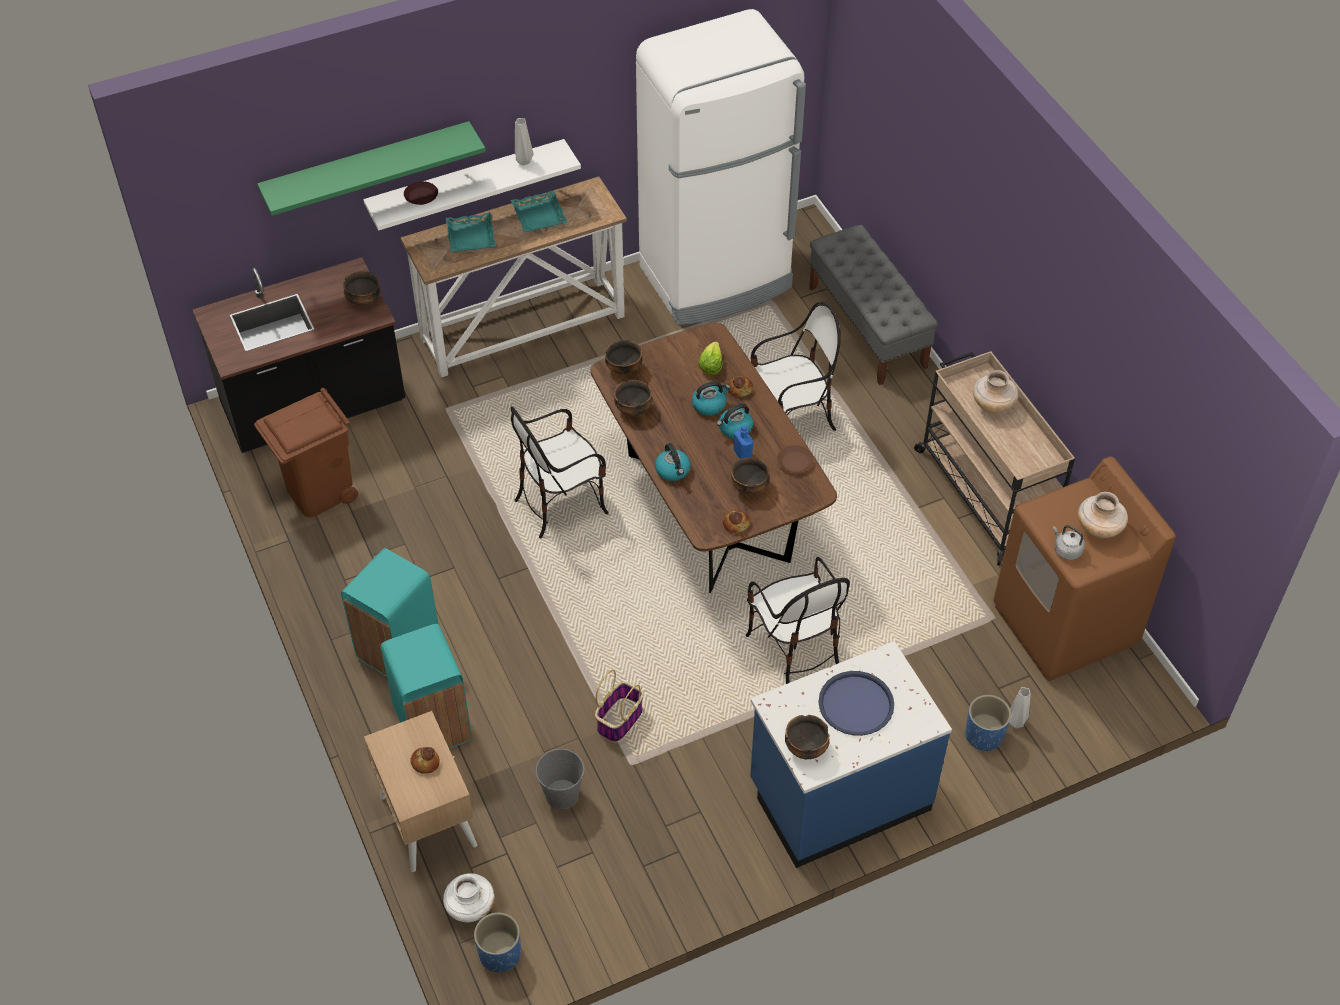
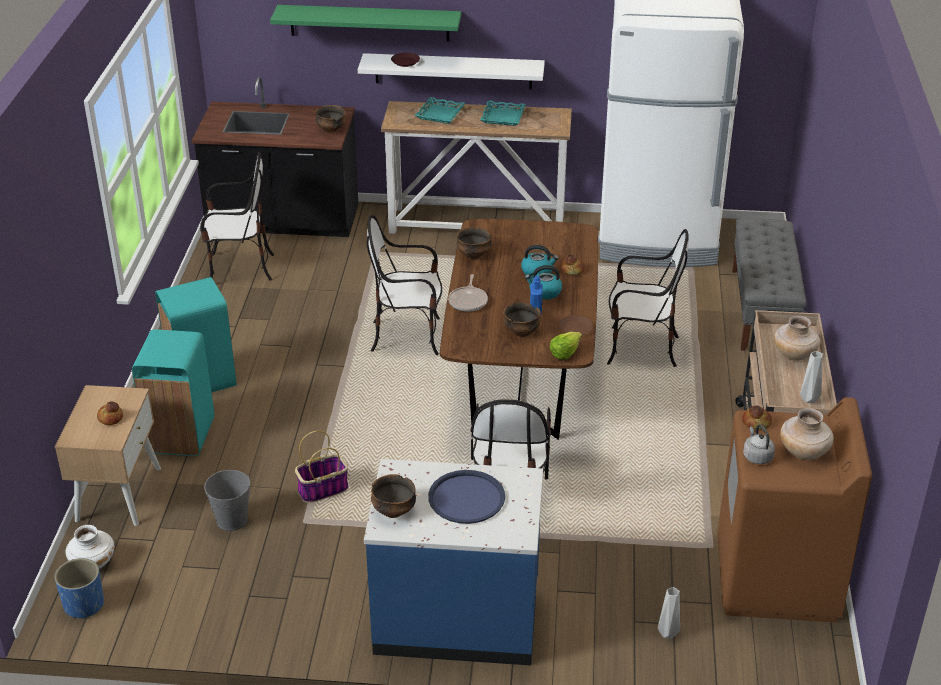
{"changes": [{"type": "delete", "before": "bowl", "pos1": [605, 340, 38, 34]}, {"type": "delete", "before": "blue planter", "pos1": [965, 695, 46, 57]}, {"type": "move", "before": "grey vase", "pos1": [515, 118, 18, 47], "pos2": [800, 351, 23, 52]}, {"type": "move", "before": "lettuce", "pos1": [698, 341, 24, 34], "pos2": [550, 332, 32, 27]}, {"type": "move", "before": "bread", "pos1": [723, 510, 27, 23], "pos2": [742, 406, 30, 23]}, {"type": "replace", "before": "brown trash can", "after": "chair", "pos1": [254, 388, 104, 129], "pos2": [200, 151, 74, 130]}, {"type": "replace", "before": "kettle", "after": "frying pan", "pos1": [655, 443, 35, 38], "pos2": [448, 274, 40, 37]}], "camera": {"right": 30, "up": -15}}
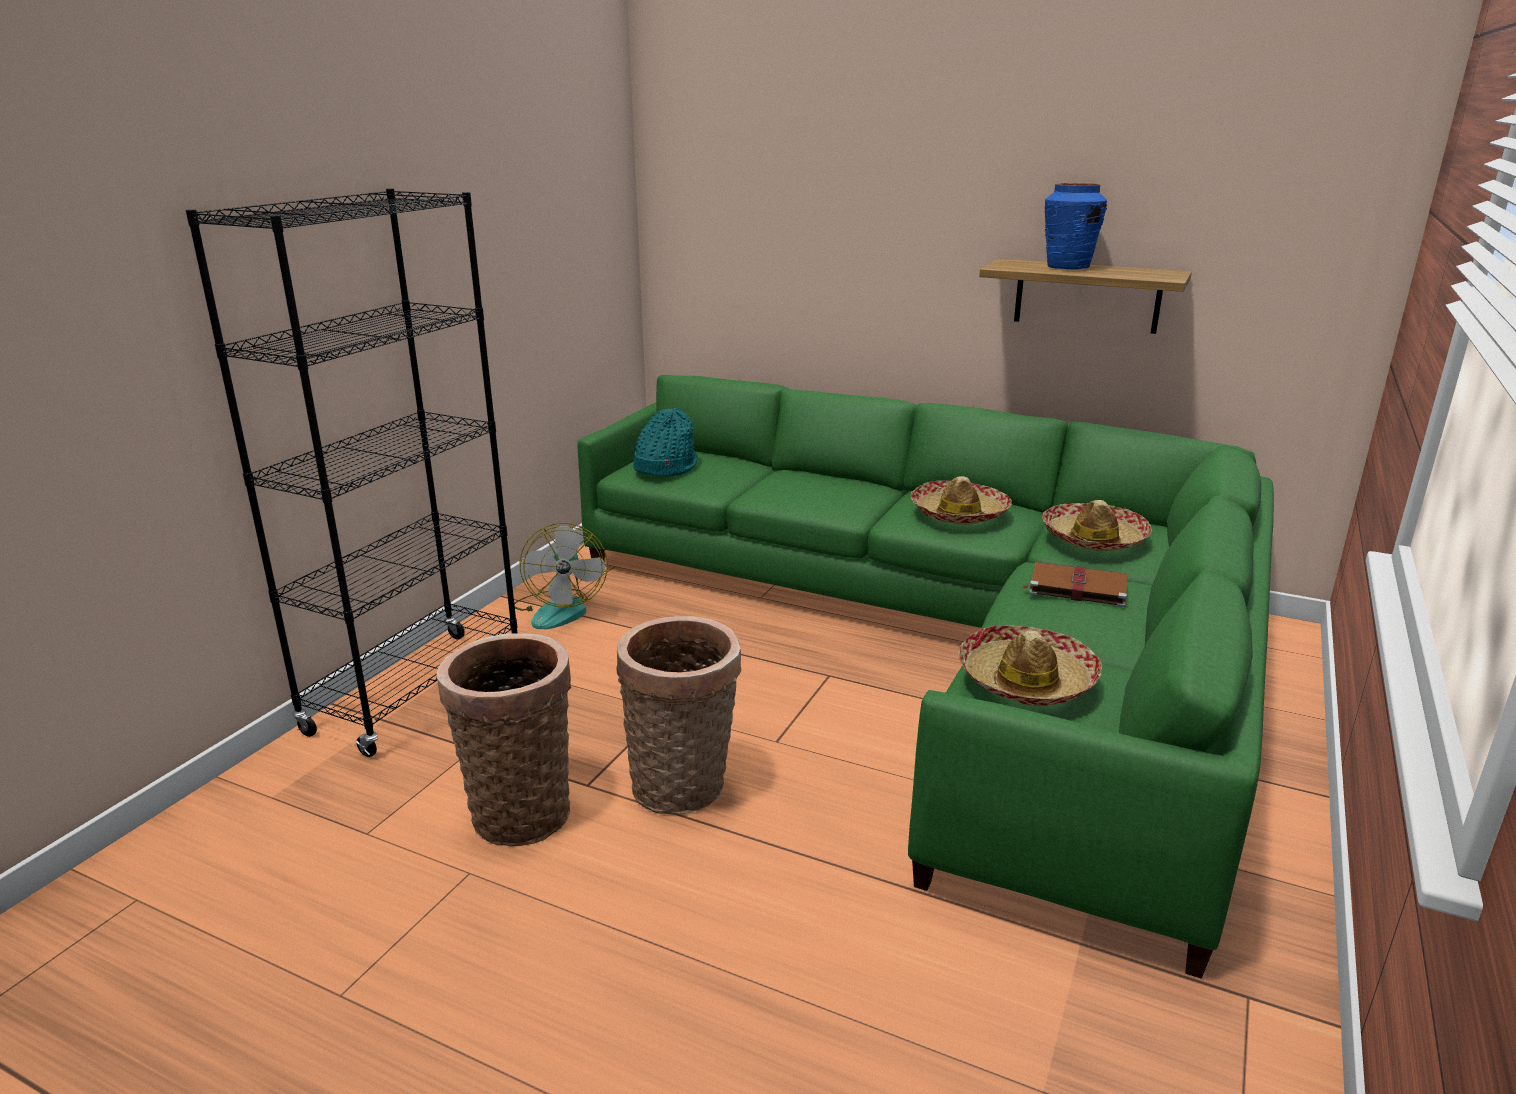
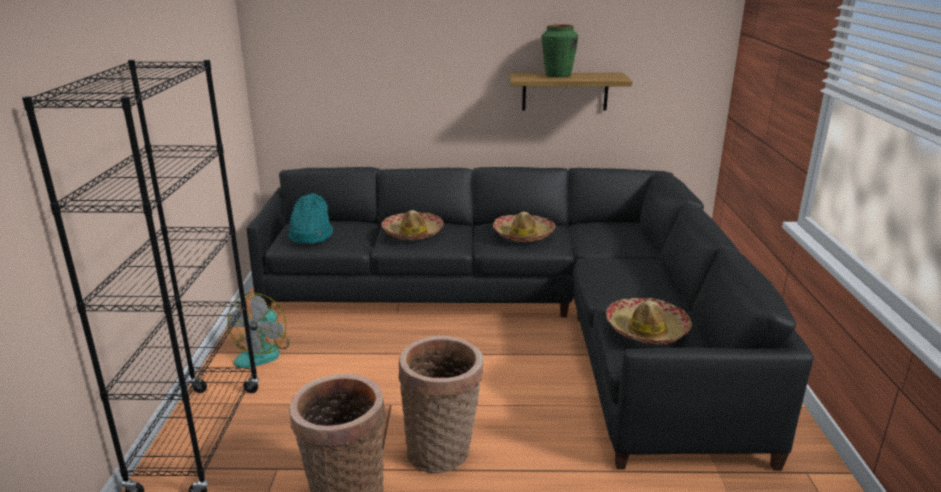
{"changes": [{"type": "delete", "before": "brown book", "pos1": [1022, 562, 105, 45]}, {"type": "move", "before": "hat", "pos1": [1042, 500, 110, 51], "pos2": [381, 210, 63, 30]}, {"type": "recolor", "before": "green sofa", "after": "black sofa", "pos1": [577, 375, 697, 604], "pos2": [246, 167, 567, 304]}, {"type": "recolor", "before": "blue vase", "after": "green vase", "pos1": [1045, 183, 62, 87], "pos2": [542, 24, 36, 53]}, {"type": "rotate", "before": "fan", "pos1": [514, 523, 94, 106], "pos2": [227, 293, 62, 75], "turn": 45}], "camera": {"right": -25, "up": 0}}
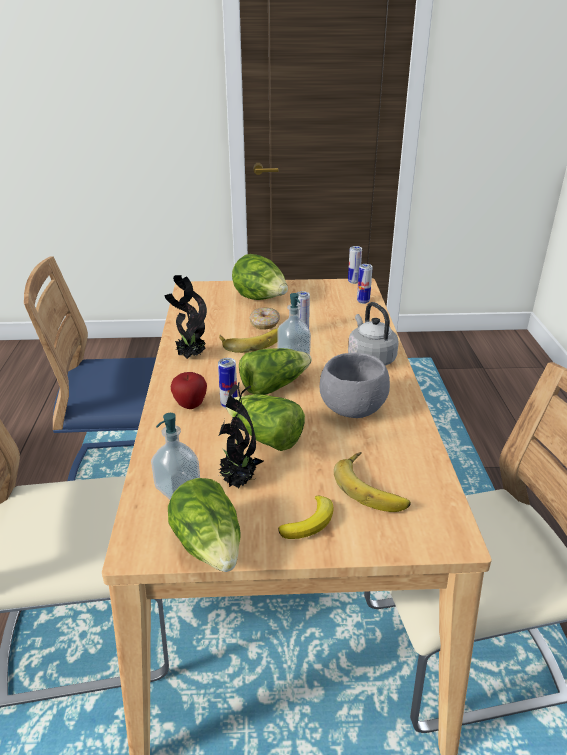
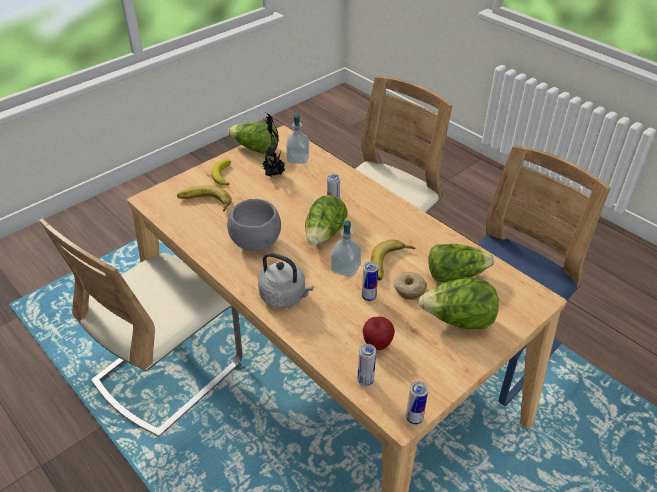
{"changes": [{"type": "delete", "before": "potted plant", "pos1": [164, 275, 43, 84]}, {"type": "move", "before": "apple", "pos1": [171, 372, 36, 37], "pos2": [362, 317, 33, 33]}, {"type": "move", "before": "lettuce", "pos1": [226, 394, 79, 57], "pos2": [428, 244, 67, 39]}], "camera": {"right": 140, "up": 10}}
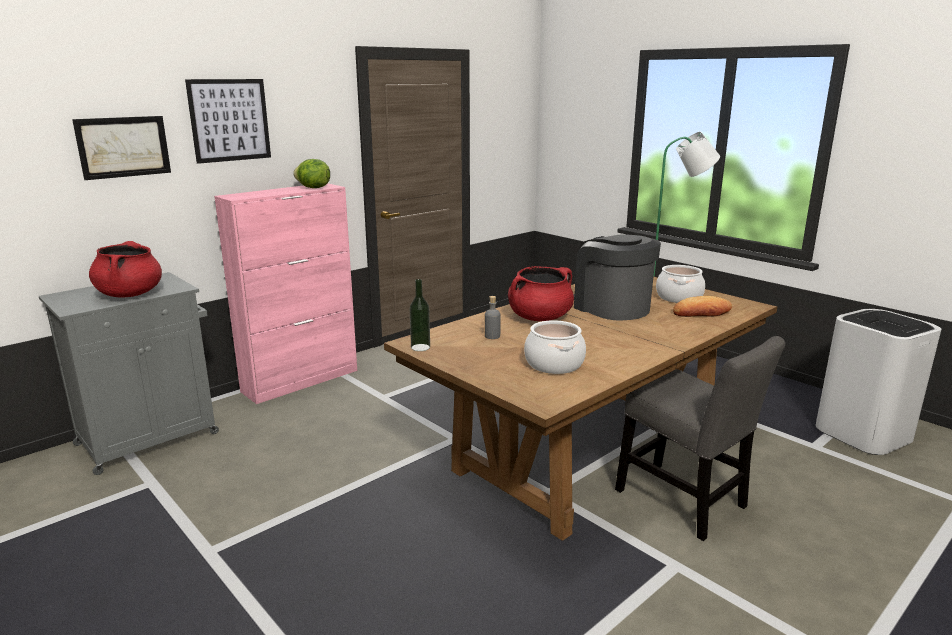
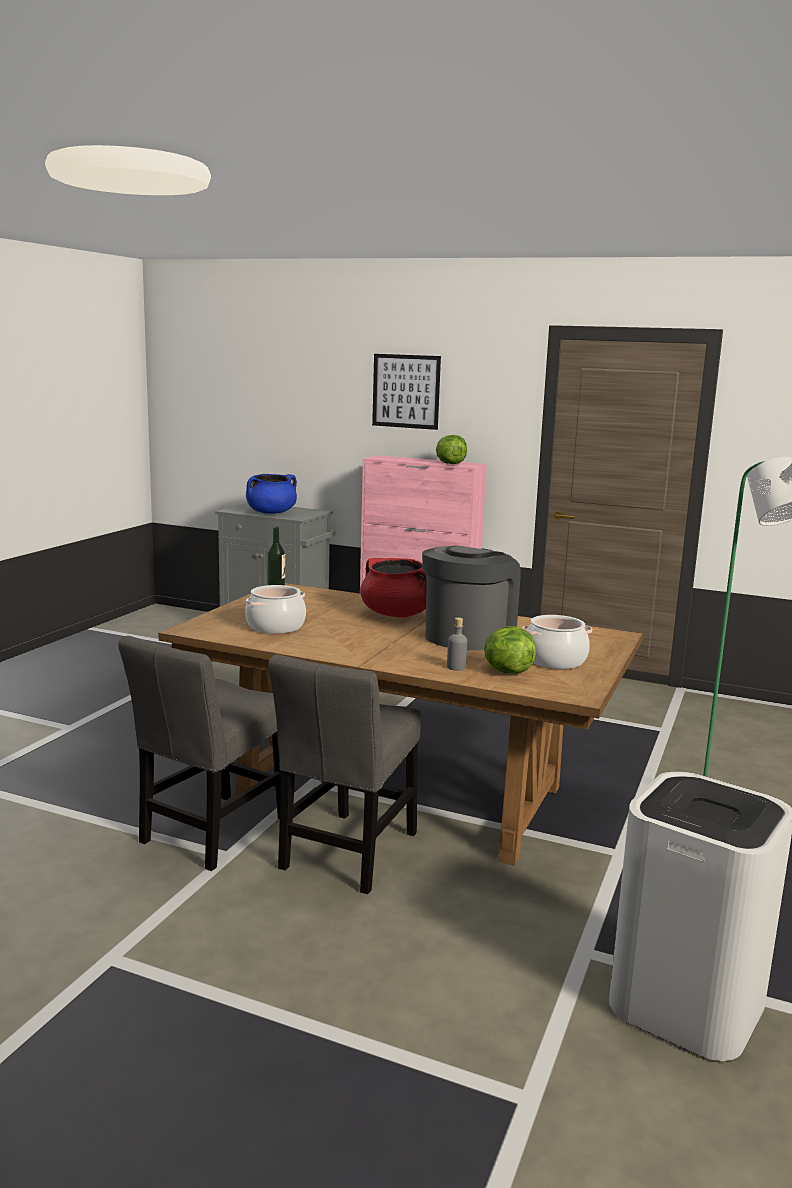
{"changes": [{"type": "delete", "before": "picture", "pos1": [72, 116, 99, 64]}, {"type": "insert", "after": "grey chair", "pos2": [118, 636, 163, 235]}, {"type": "move", "before": "grey bottle", "pos1": [485, 296, 16, 43], "pos2": [447, 618, 20, 53]}, {"type": "replace", "before": "bread", "after": "lettuce", "pos1": [673, 296, 59, 21], "pos2": [484, 626, 52, 47]}, {"type": "recolor", "before": "red cooking pot", "after": "blue cooking pot", "pos1": [89, 241, 73, 56], "pos2": [246, 474, 51, 40]}], "camera": {"right": 65, "up": -5}}
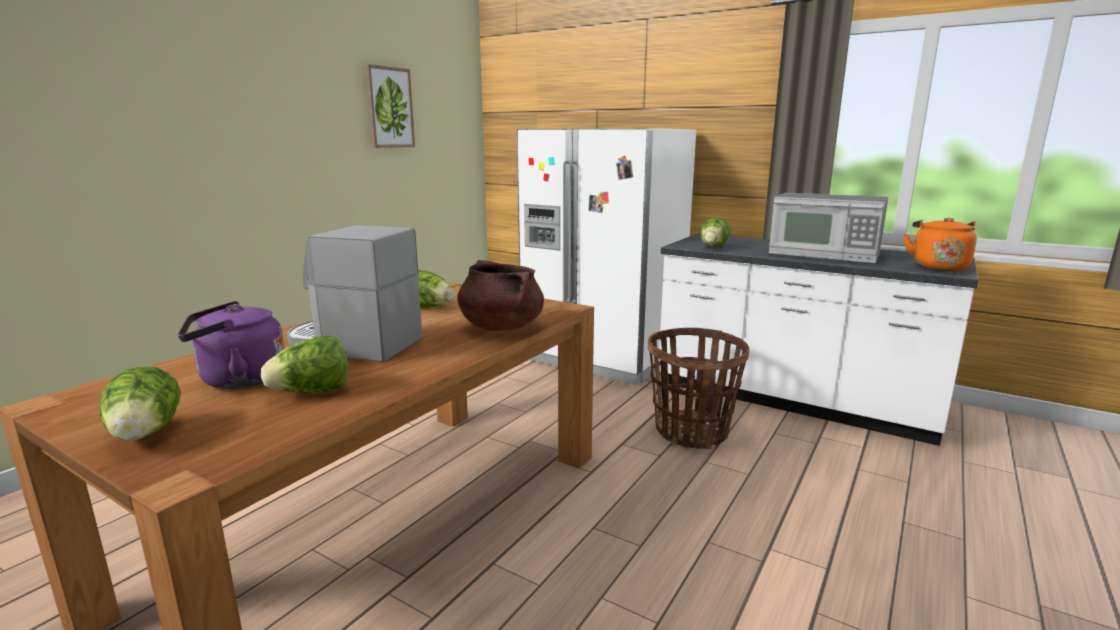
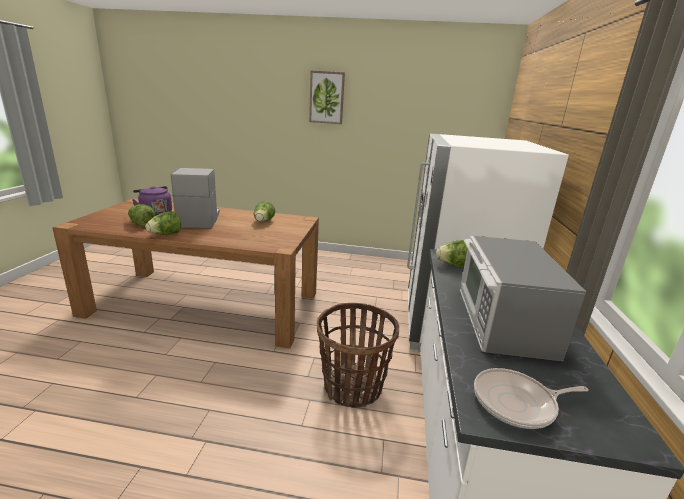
{"changes": [{"type": "delete", "before": "brown cooking pot", "pos1": [457, 260, 87, 71]}, {"type": "move", "before": "lettuce", "pos1": [99, 366, 82, 75], "pos2": [145, 211, 37, 24]}, {"type": "move", "before": "picture", "pos1": [365, 64, 50, 84], "pos2": [309, 71, 36, 53]}, {"type": "replace", "before": "orange kettle", "after": "frying pan", "pos1": [904, 217, 73, 54], "pos2": [474, 368, 115, 61]}], "camera": {"right": 65, "up": 5}}
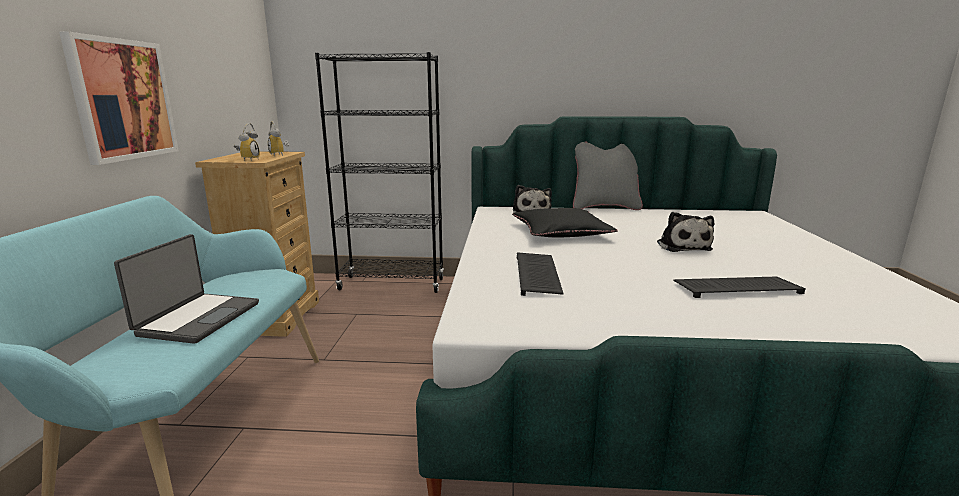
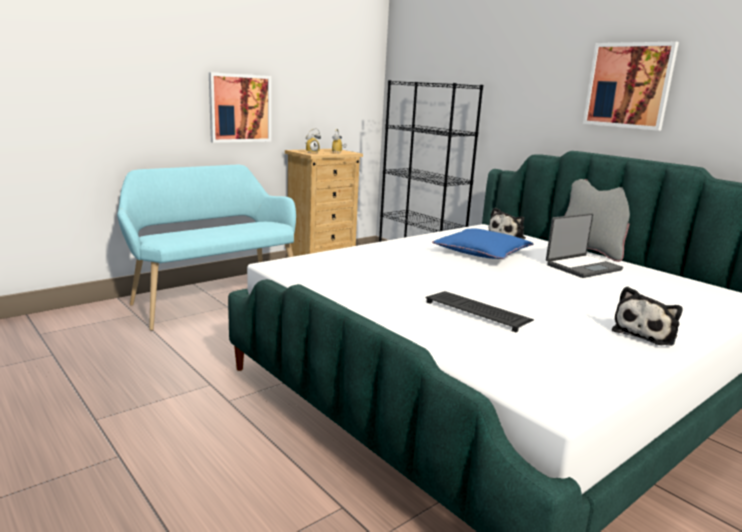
{"changes": [{"type": "delete", "before": "keyboard", "pos1": [517, 252, 47, 44]}, {"type": "insert", "after": "picture", "pos2": [583, 42, 96, 89]}, {"type": "move", "before": "laptop", "pos1": [114, 234, 145, 110], "pos2": [546, 213, 77, 65]}, {"type": "move", "before": "plush toy", "pos1": [657, 212, 57, 40], "pos2": [612, 287, 71, 59]}, {"type": "recolor", "before": "black pillow", "after": "blue pillow", "pos1": [512, 208, 106, 29], "pos2": [432, 229, 101, 30]}], "camera": {"right": 45, "up": 0}}
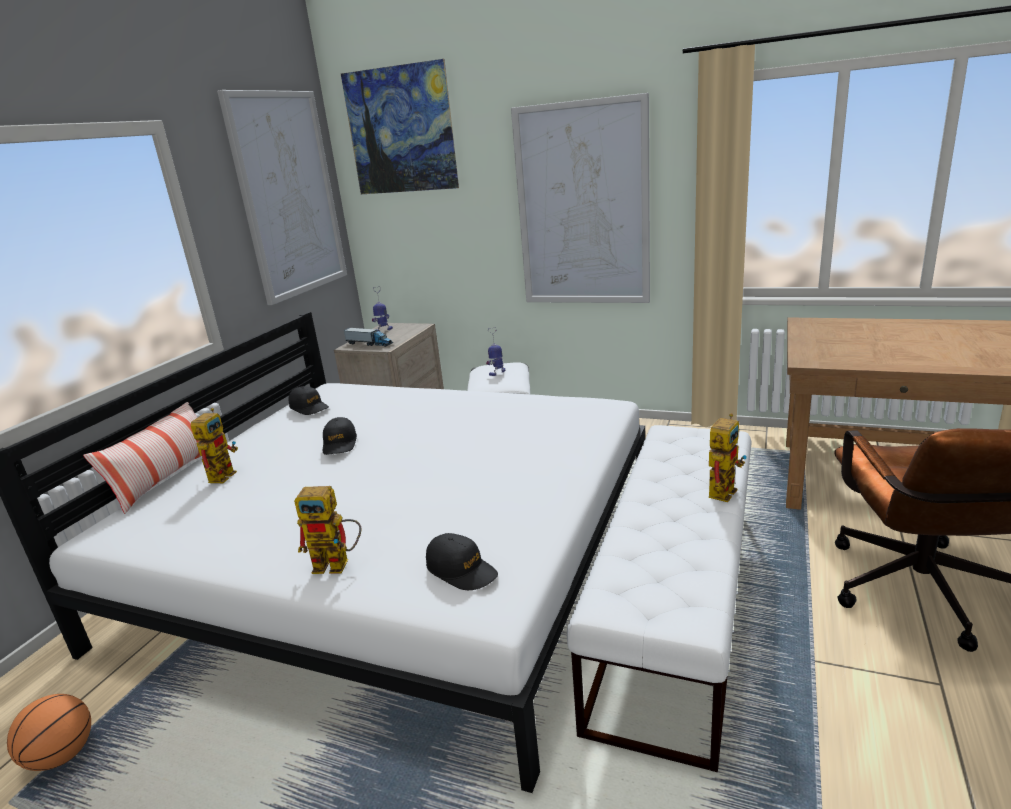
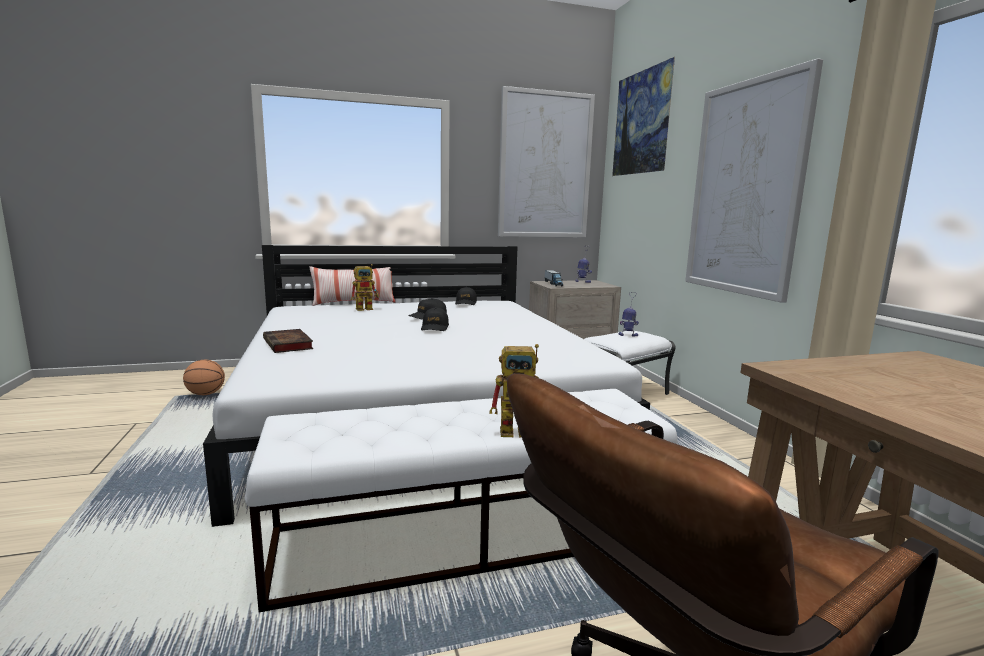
{"changes": [{"type": "move", "before": "black cap", "pos1": [426, 533, 72, 57], "pos2": [421, 307, 28, 24]}, {"type": "replace", "before": "toy robot", "after": "book", "pos1": [294, 486, 67, 88], "pos2": [263, 329, 51, 24]}], "camera": {"right": 50, "up": -10}}
